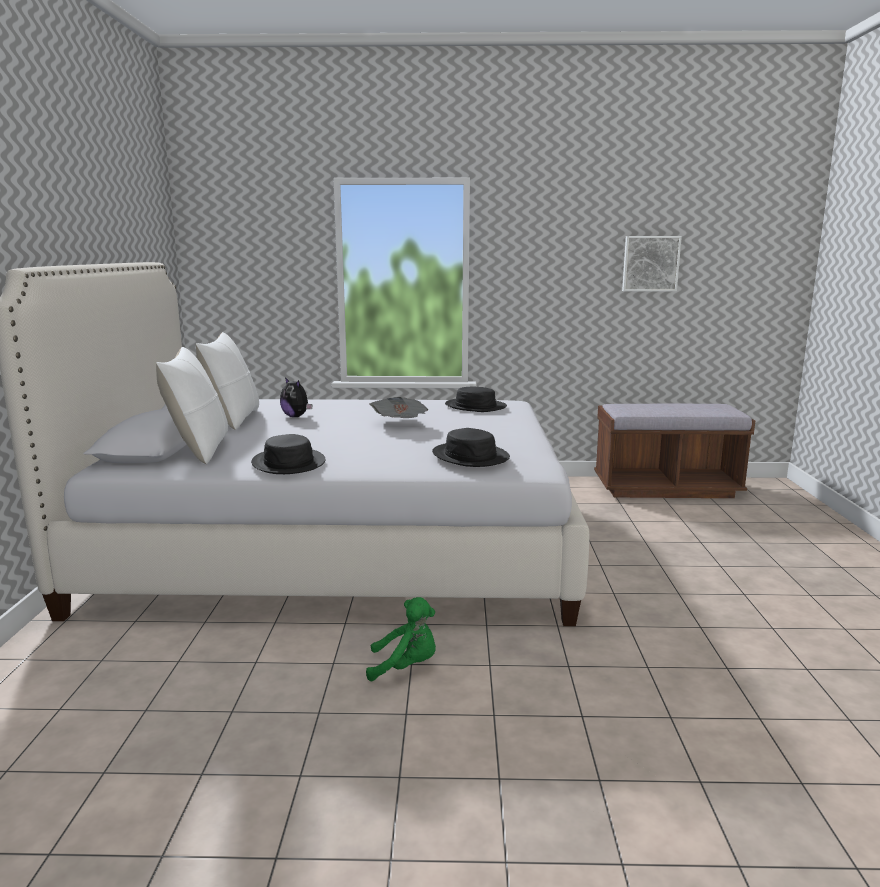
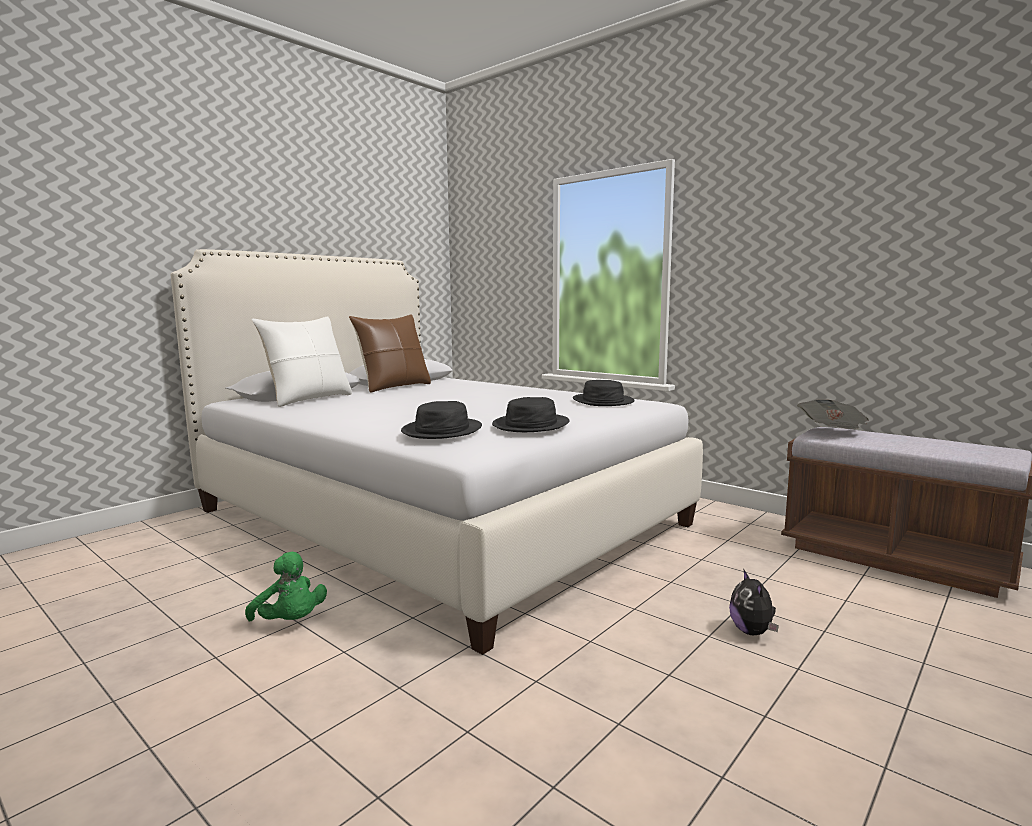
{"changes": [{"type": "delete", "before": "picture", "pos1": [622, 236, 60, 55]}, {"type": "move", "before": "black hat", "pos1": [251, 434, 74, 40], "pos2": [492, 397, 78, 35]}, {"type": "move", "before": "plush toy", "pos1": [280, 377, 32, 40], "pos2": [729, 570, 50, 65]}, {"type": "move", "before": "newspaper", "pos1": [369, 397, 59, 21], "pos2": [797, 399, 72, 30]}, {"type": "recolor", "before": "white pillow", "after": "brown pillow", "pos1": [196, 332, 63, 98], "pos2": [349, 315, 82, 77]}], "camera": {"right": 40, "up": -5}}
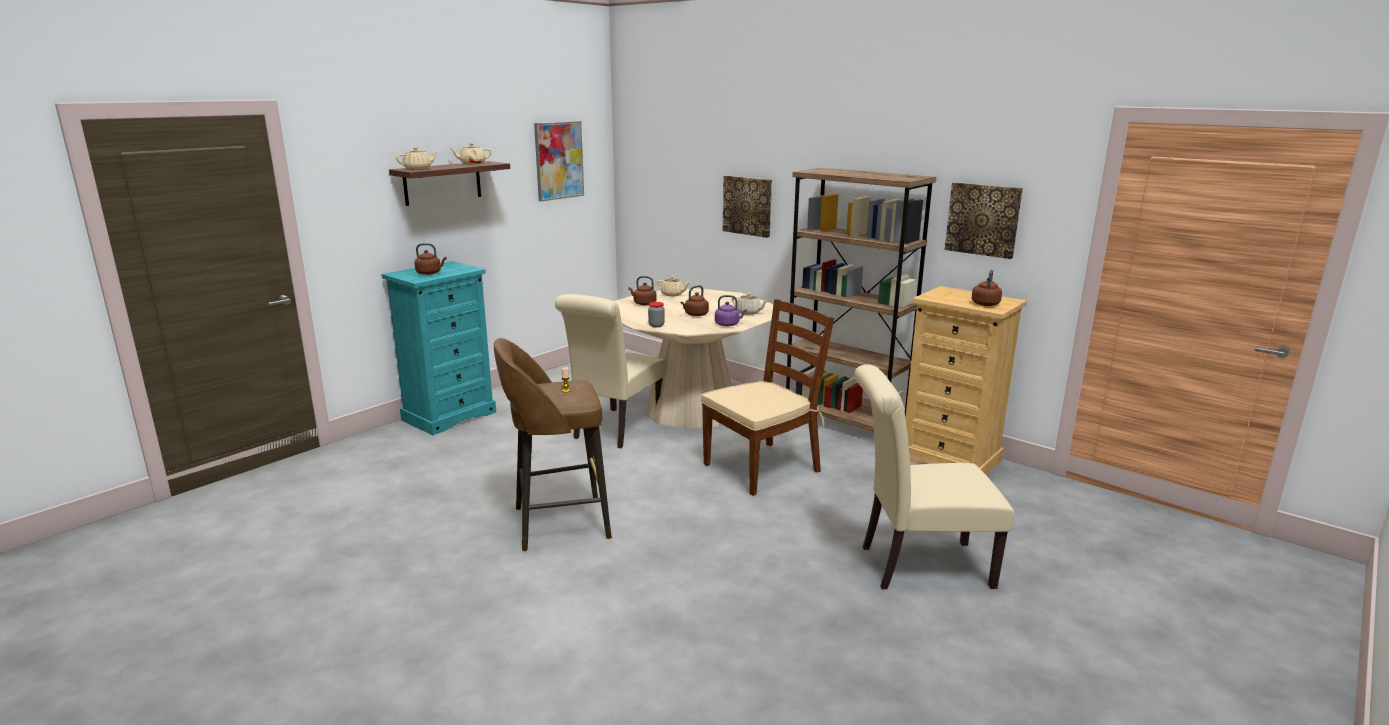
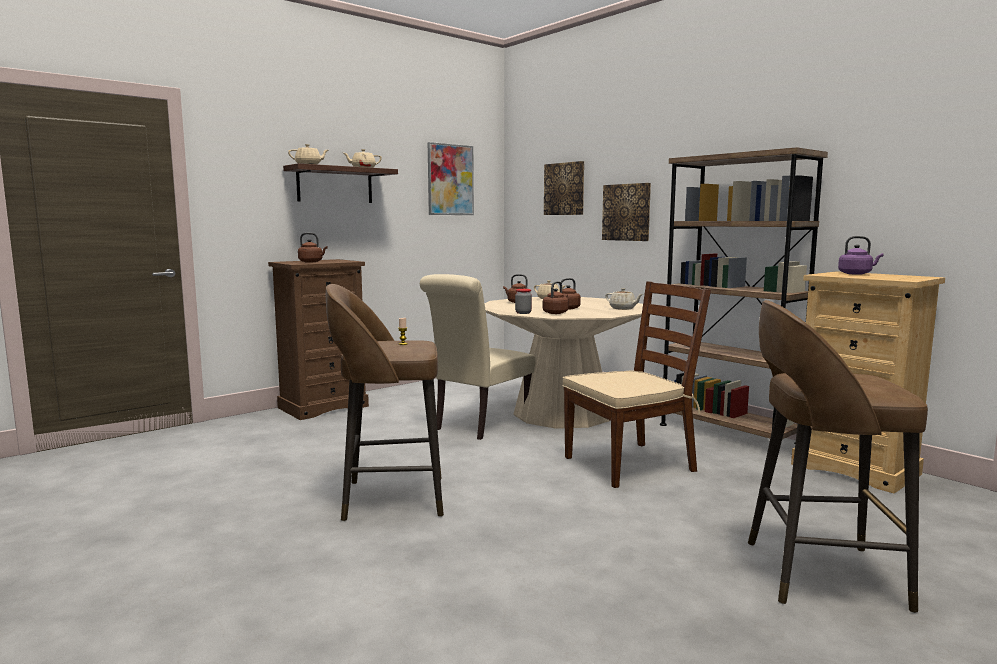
{"changes": [{"type": "move", "before": "purple kettle", "pos1": [715, 295, 32, 32], "pos2": [838, 236, 46, 39]}, {"type": "move", "before": "picture", "pos1": [945, 182, 78, 77], "pos2": [544, 161, 40, 54]}, {"type": "move", "before": "brown kettle", "pos1": [972, 270, 30, 36], "pos2": [543, 281, 25, 33]}, {"type": "replace", "before": "beige chair", "after": "brown stool", "pos1": [854, 365, 161, 224], "pos2": [748, 300, 180, 313]}, {"type": "recolor", "before": "turquoise dresser", "after": "brown dresser", "pos1": [382, 261, 114, 175], "pos2": [268, 259, 101, 161]}], "camera": {"right": 10, "up": -10}}
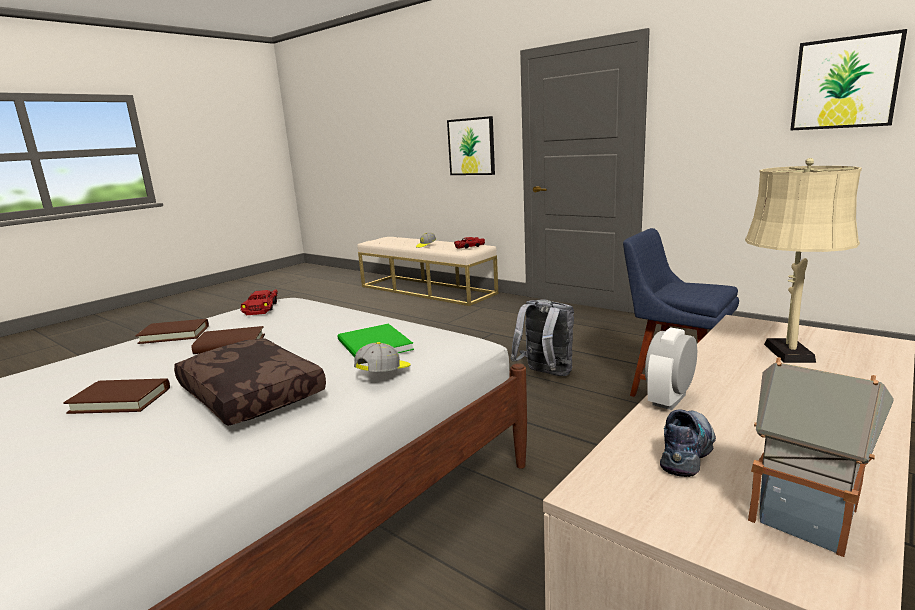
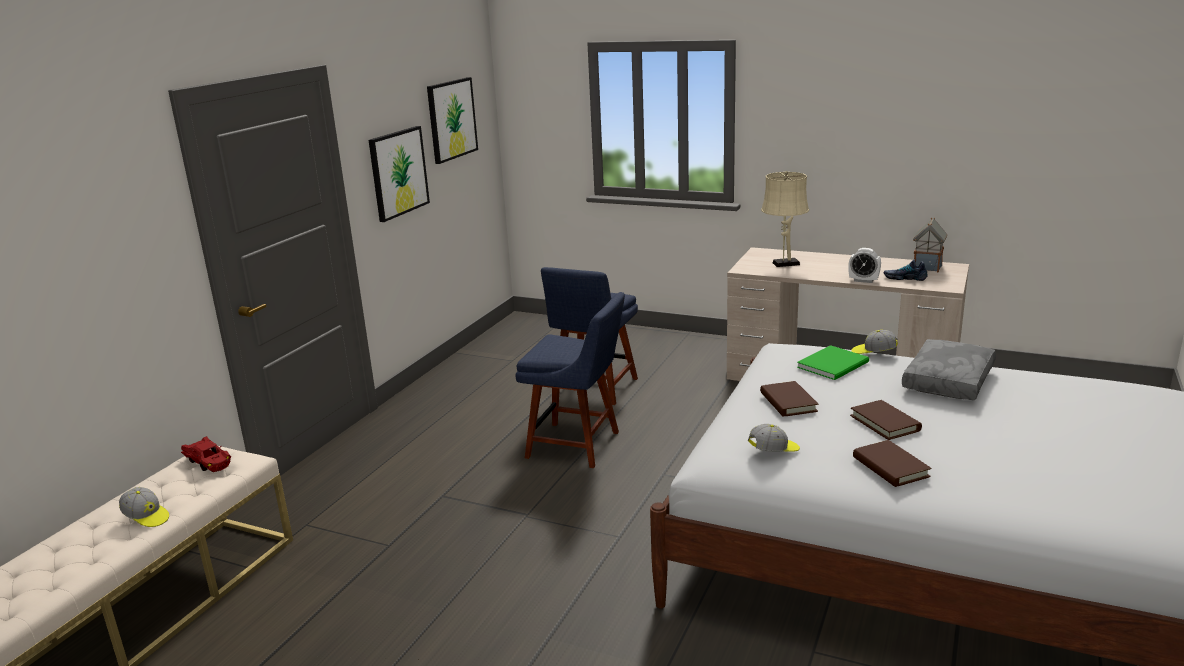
{"changes": [{"type": "move", "before": "brown book", "pos1": [63, 378, 107, 36], "pos2": [760, 381, 58, 36]}, {"type": "move", "before": "picture", "pos1": [447, 116, 48, 59], "pos2": [369, 126, 61, 96]}, {"type": "replace", "before": "red toy car", "after": "cap", "pos1": [240, 290, 38, 25], "pos2": [748, 424, 52, 28]}, {"type": "replace", "before": "grey backpack", "after": "blue chair", "pos1": [511, 299, 63, 77], "pos2": [515, 292, 110, 176]}, {"type": "recolor", "before": "brown pillow", "after": "grey pillow", "pos1": [174, 338, 152, 88], "pos2": [902, 339, 94, 61]}], "camera": {"right": -105, "up": 5}}
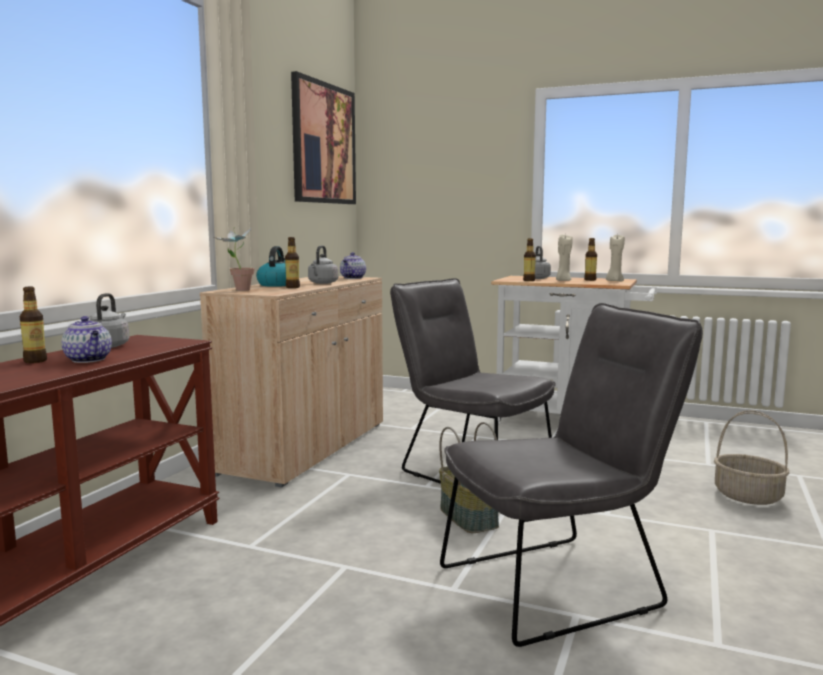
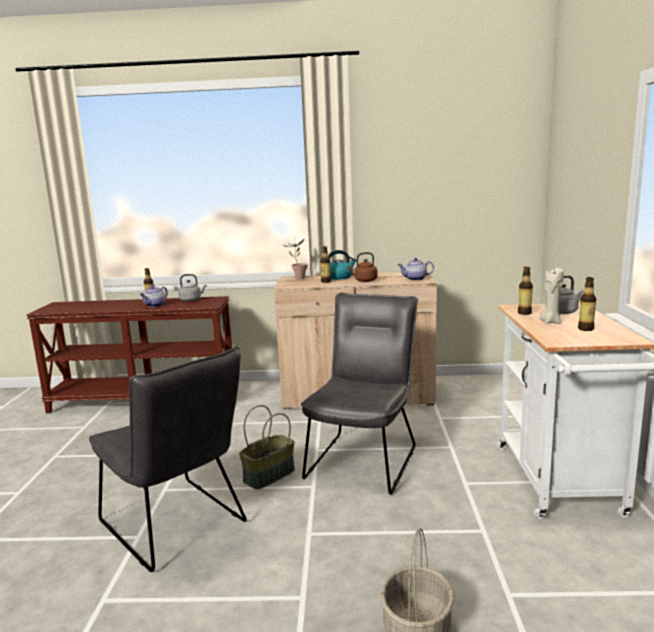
{"changes": [{"type": "delete", "before": "picture", "pos1": [291, 71, 65, 133]}, {"type": "delete", "before": "beige candle", "pos1": [606, 234, 19, 47]}, {"type": "recolor", "before": "grey kettle", "after": "brown kettle", "pos1": [308, 245, 30, 39], "pos2": [347, 252, 31, 30]}], "camera": {"right": 70, "up": 5}}
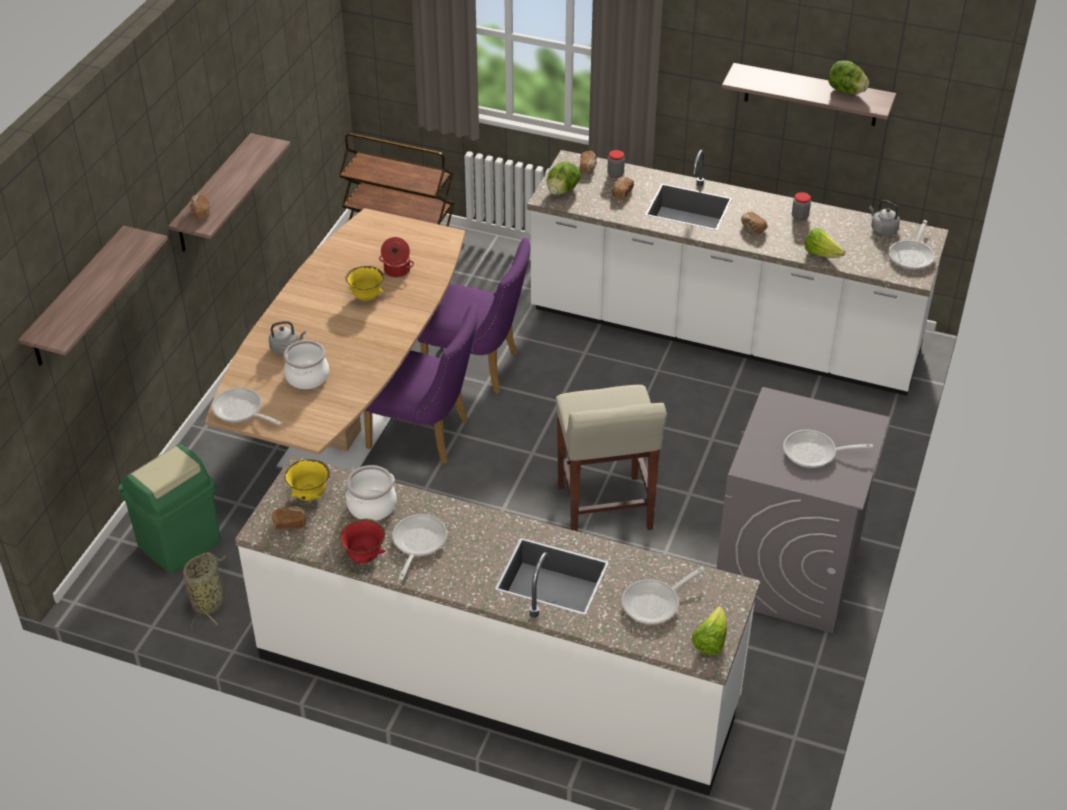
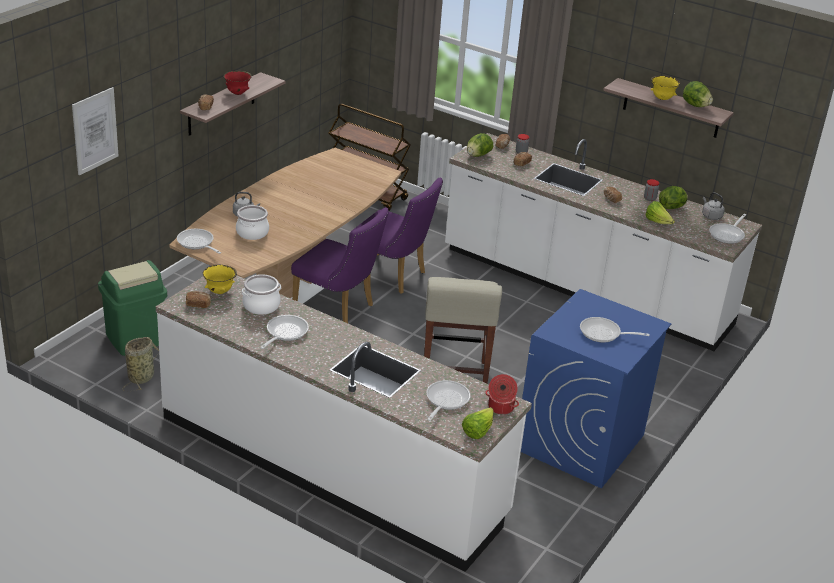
{"changes": [{"type": "insert", "after": "lettuce", "pos2": [659, 186, 29, 23]}, {"type": "move", "before": "red bowl", "pos1": [339, 518, 47, 46], "pos2": [224, 71, 28, 24]}, {"type": "move", "before": "yellow bowl", "pos1": [345, 266, 39, 35], "pos2": [650, 75, 30, 25]}, {"type": "move", "before": "cooking pot", "pos1": [379, 237, 35, 40], "pos2": [485, 374, 34, 41]}, {"type": "replace", "before": "shelf", "after": "picture", "pos1": [18, 226, 150, 140], "pos2": [72, 87, 46, 88]}, {"type": "recolor", "before": "grey washing machine", "after": "blue washing machine", "pos1": [716, 387, 174, 246], "pos2": [521, 289, 150, 200]}, {"type": "rotate", "before": "frying pan", "pos1": [622, 567, 83, 57], "pos2": [426, 380, 45, 41], "turn": 135}], "camera": {"right": 10, "up": -10}}
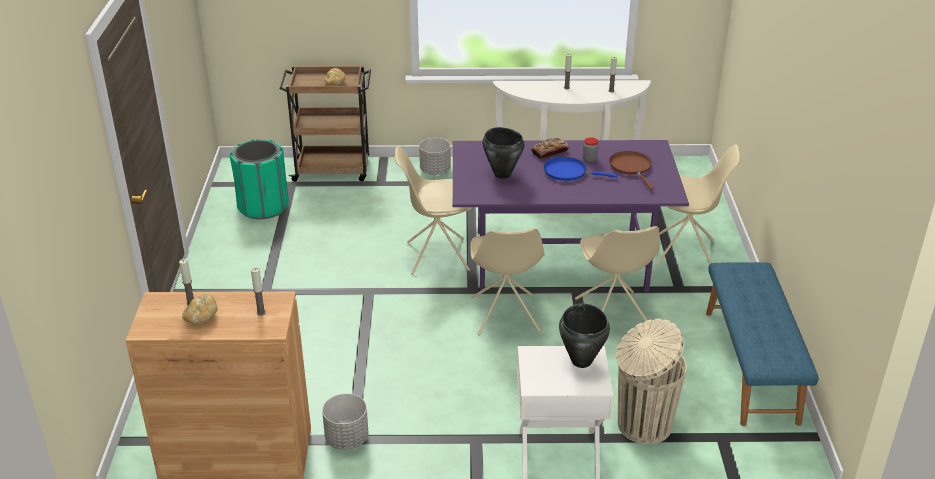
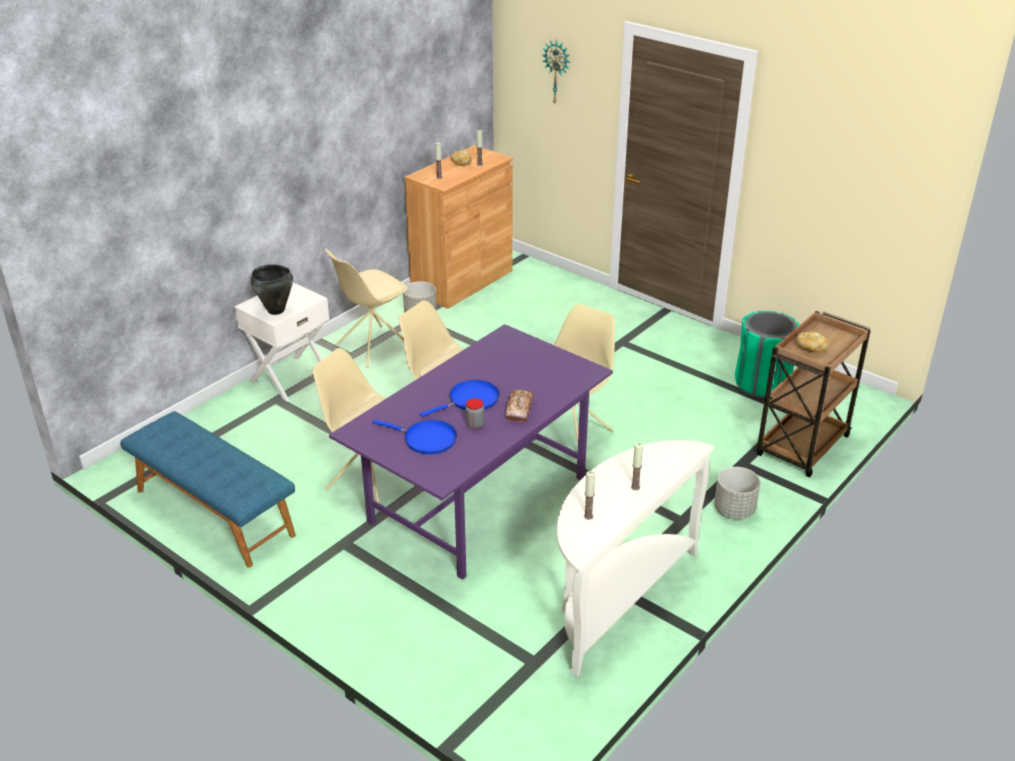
{"changes": [{"type": "delete", "before": "black cooking pot", "pos1": [482, 127, 42, 52]}, {"type": "delete", "before": "beige trash can", "pos1": [616, 319, 71, 125]}, {"type": "insert", "after": "wall clock", "pos2": [542, 40, 28, 64]}, {"type": "move", "before": "beige chair", "pos1": [655, 144, 86, 123], "pos2": [325, 249, 83, 119]}, {"type": "recolor", "before": "brown frying pan", "after": "blue frying pan", "pos1": [609, 151, 45, 39], "pos2": [373, 420, 84, 34]}], "camera": {"right": 130, "up": 0}}
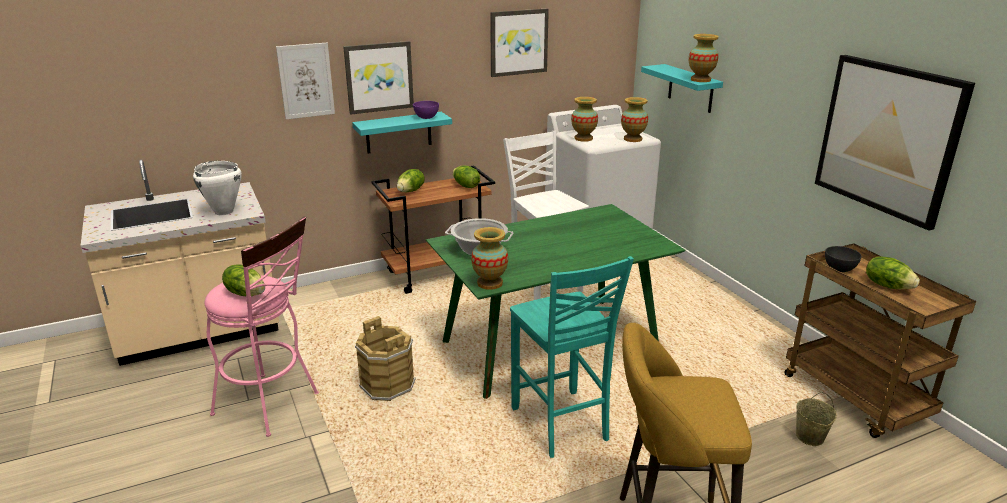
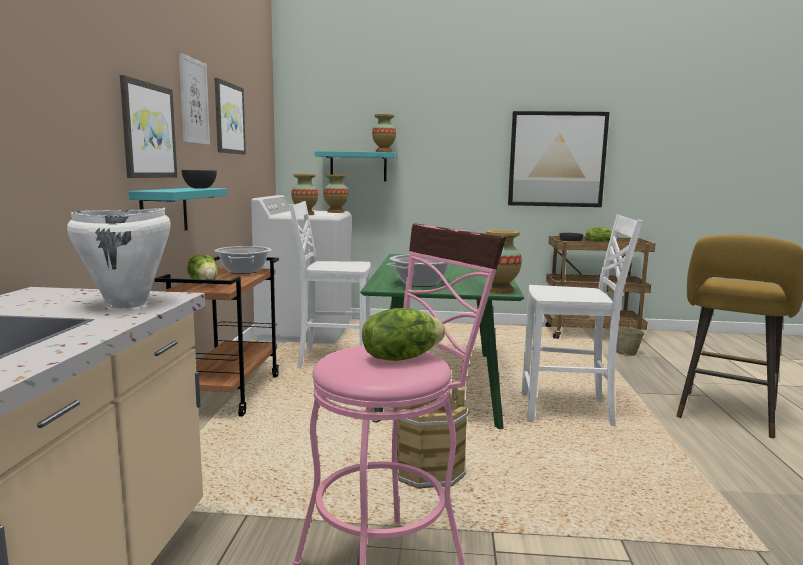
{"changes": [{"type": "move", "before": "picture", "pos1": [276, 43, 59, 76], "pos2": [179, 53, 31, 92]}, {"type": "replace", "before": "lettuce", "after": "cooking pot", "pos1": [453, 165, 27, 23], "pos2": [215, 246, 57, 28]}, {"type": "recolor", "before": "purple bowl", "after": "grey bowl", "pos1": [413, 101, 26, 18], "pos2": [181, 170, 36, 19]}, {"type": "recolor", "before": "turquoise chair", "after": "white chair", "pos1": [510, 256, 124, 202], "pos2": [521, 214, 122, 212]}], "camera": {"right": -60, "up": -15}}
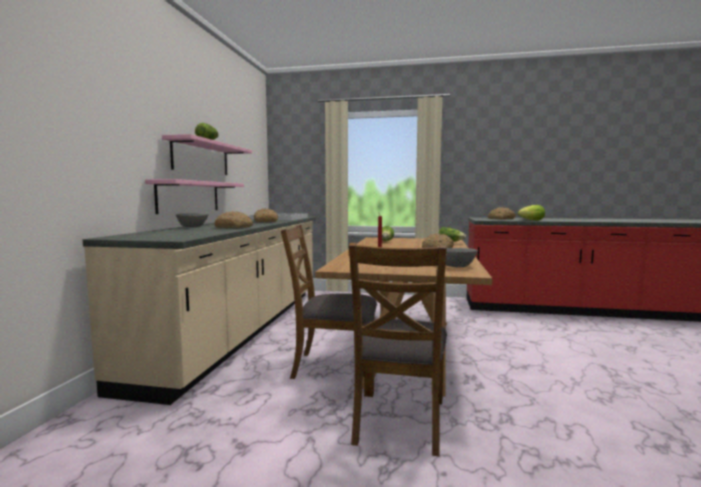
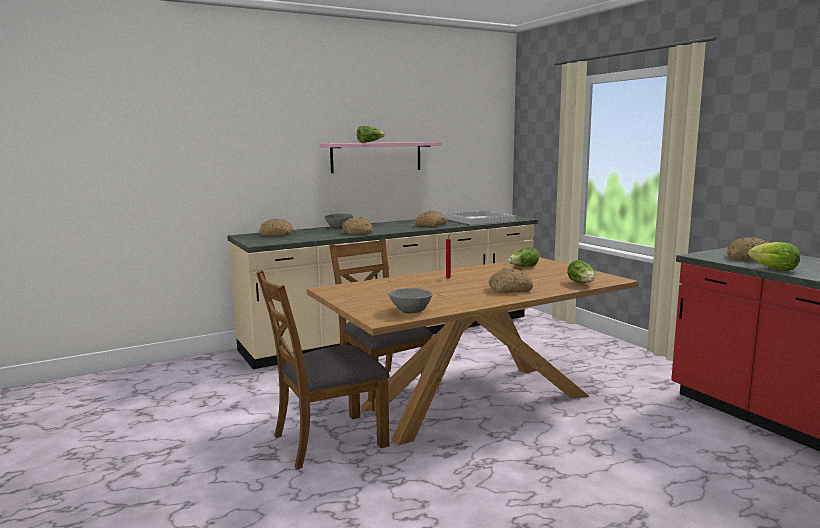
{"changes": [{"type": "delete", "before": "pink shelf", "pos1": [145, 179, 99, 35]}, {"type": "insert", "after": "bread", "pos2": [259, 219, 34, 17]}], "camera": {"right": 50, "up": 5}}
